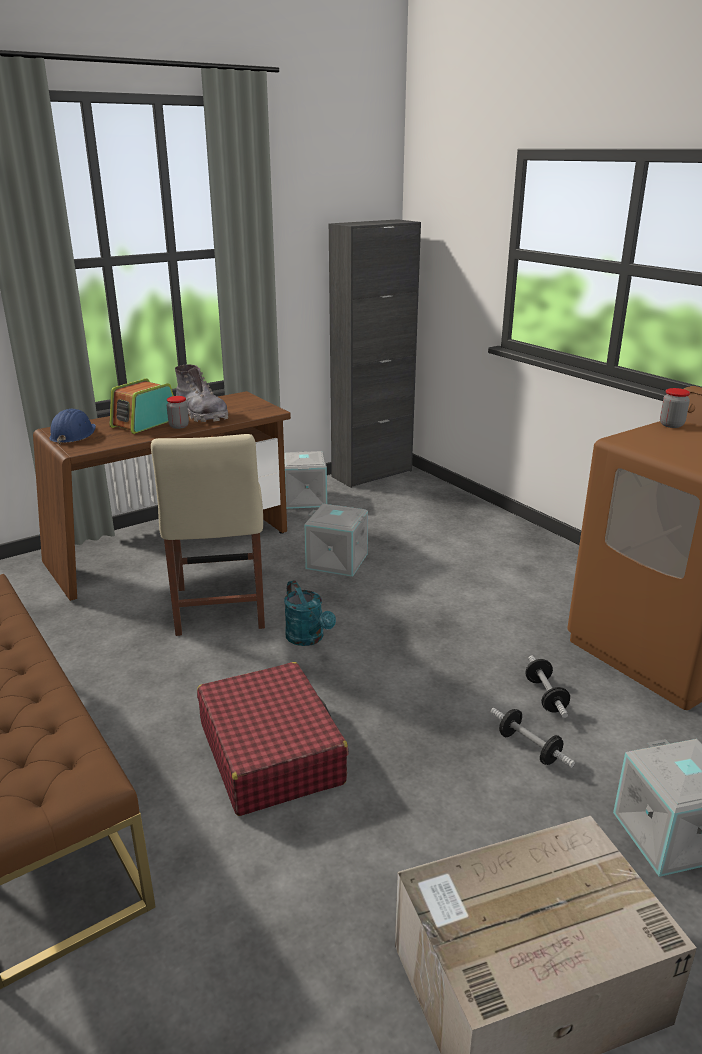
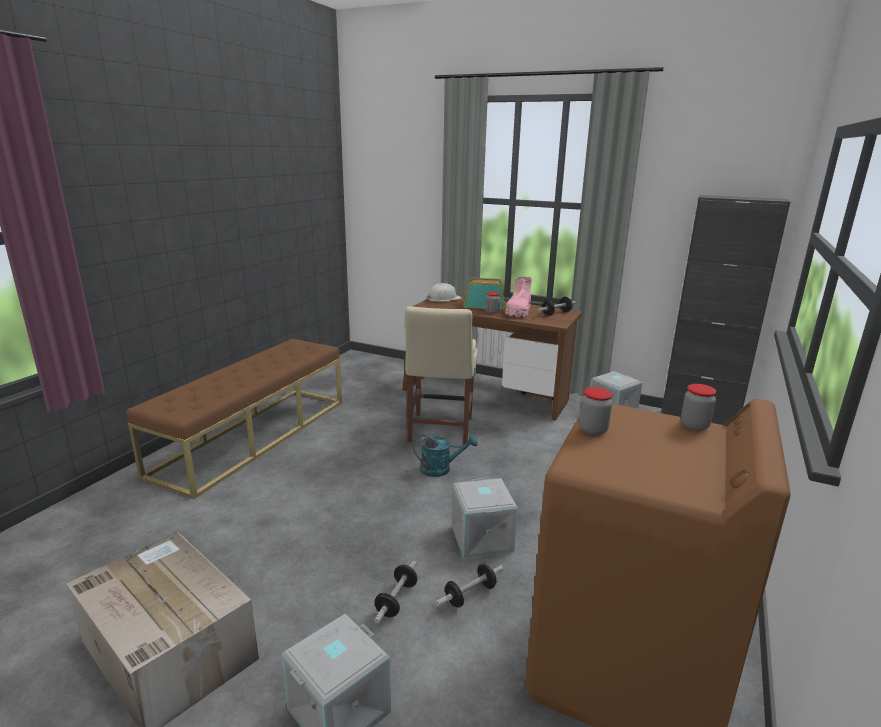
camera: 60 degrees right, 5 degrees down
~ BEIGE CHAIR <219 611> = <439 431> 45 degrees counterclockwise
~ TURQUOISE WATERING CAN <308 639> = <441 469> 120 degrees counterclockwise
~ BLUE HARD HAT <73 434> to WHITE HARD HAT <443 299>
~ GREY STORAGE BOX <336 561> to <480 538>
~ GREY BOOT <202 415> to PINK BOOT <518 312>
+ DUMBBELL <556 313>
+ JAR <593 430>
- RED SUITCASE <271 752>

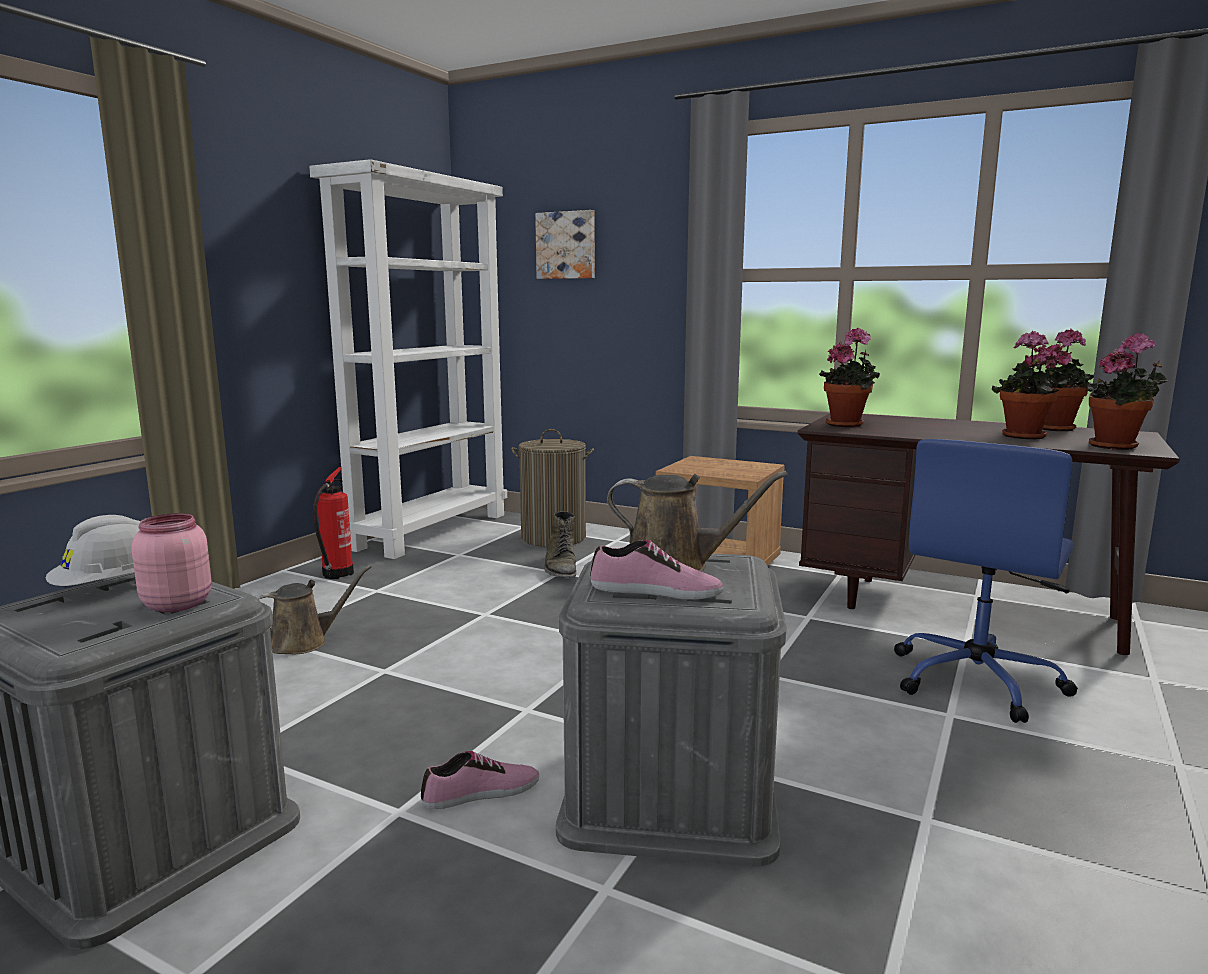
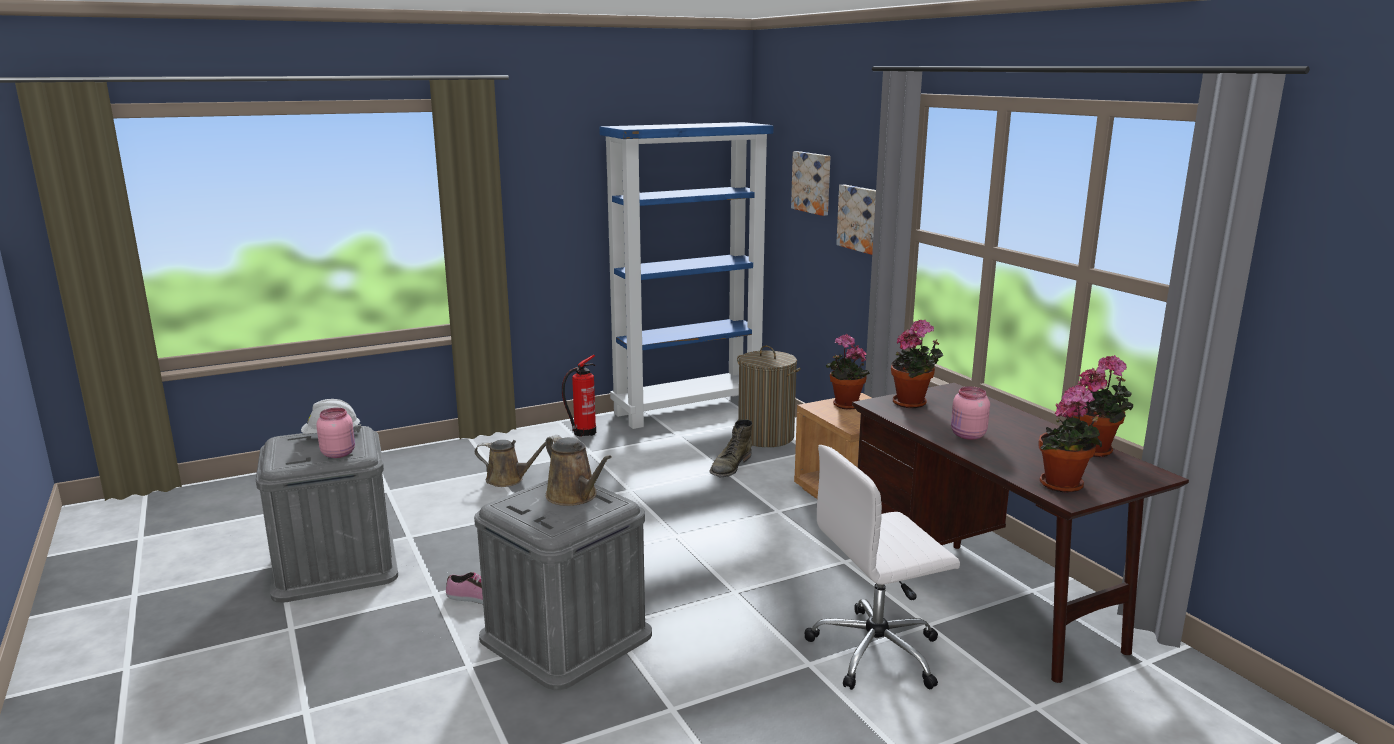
camera: 35 degrees right, 5 degrees up
~ WHITE BOOKCASE <431 531> to BLUE BOOKCASE <688 409>
~ BLUE OFFICE CHAIR <976 681> to WHITE OFFICE CHAIR <878 651>
~ POTTED PLANT <1022 437> to <844 405>
+ PICTURE <861 218>
+ PINK JAR <967 435>
- SHOE <655 591>

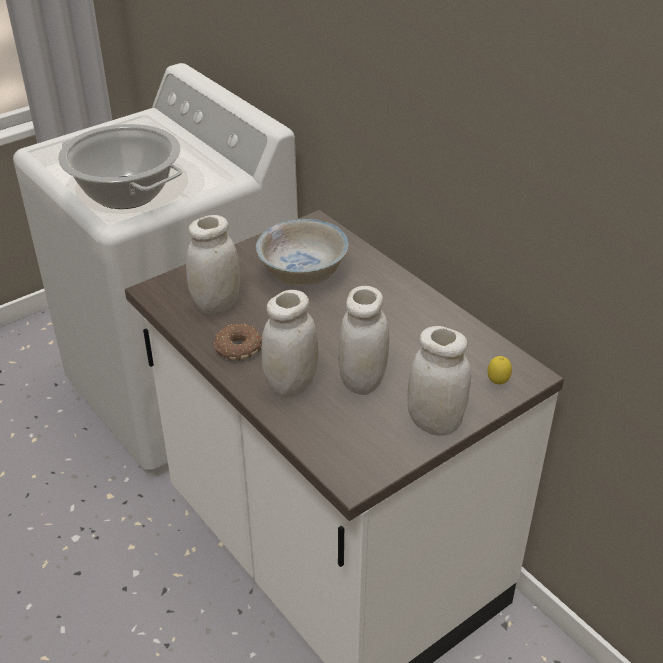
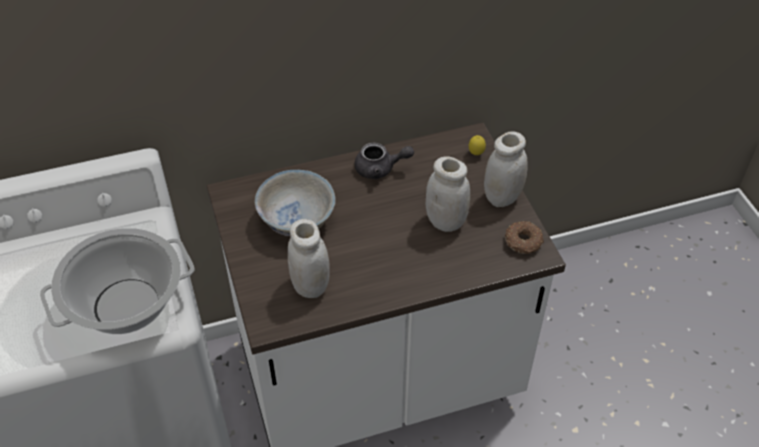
camera: 70 degrees left, 10 degrees up
+ GREY TEAPOT <380 169>
~ DONUT <237 348> to <523 242>
- WHITE JAR <291 385>

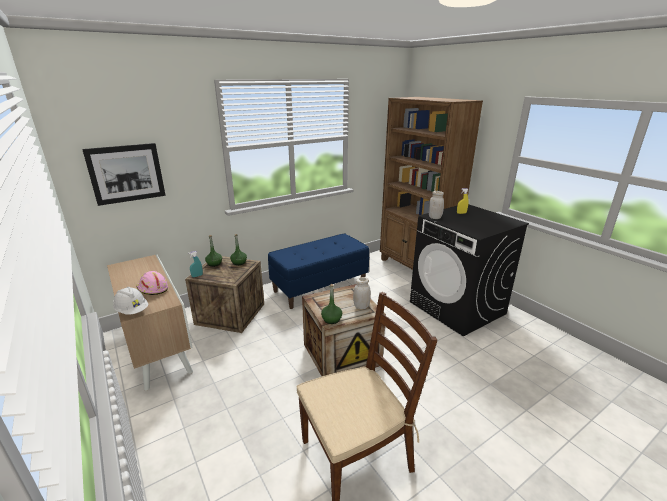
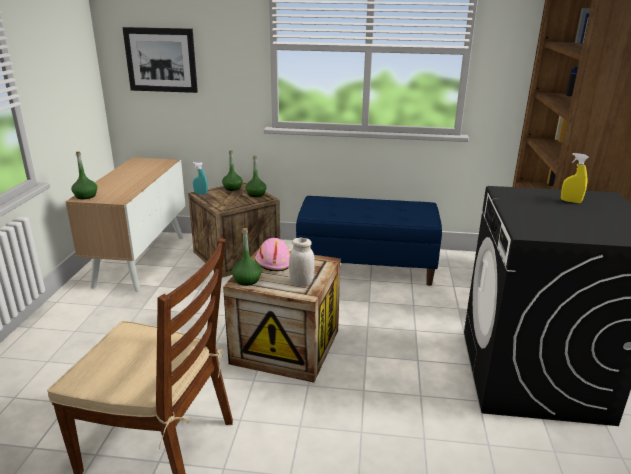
camera: 40 degrees right, 0 degrees up
~ WHITE HARD HAT <132 311> to GREEN BOTTLE <86 196>
~ PINK HARD HAT <152 289> to <272 262>
- WHITE JAR <435 217>

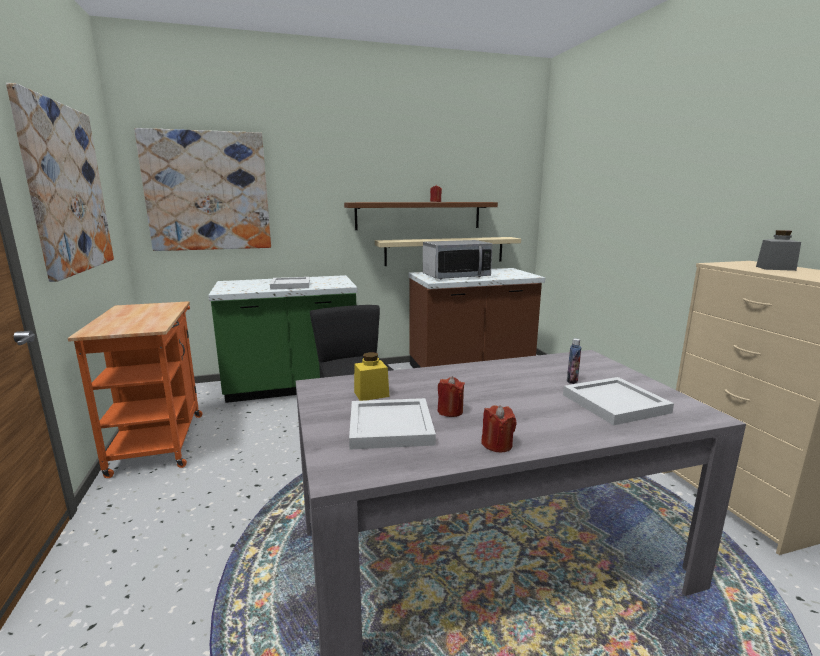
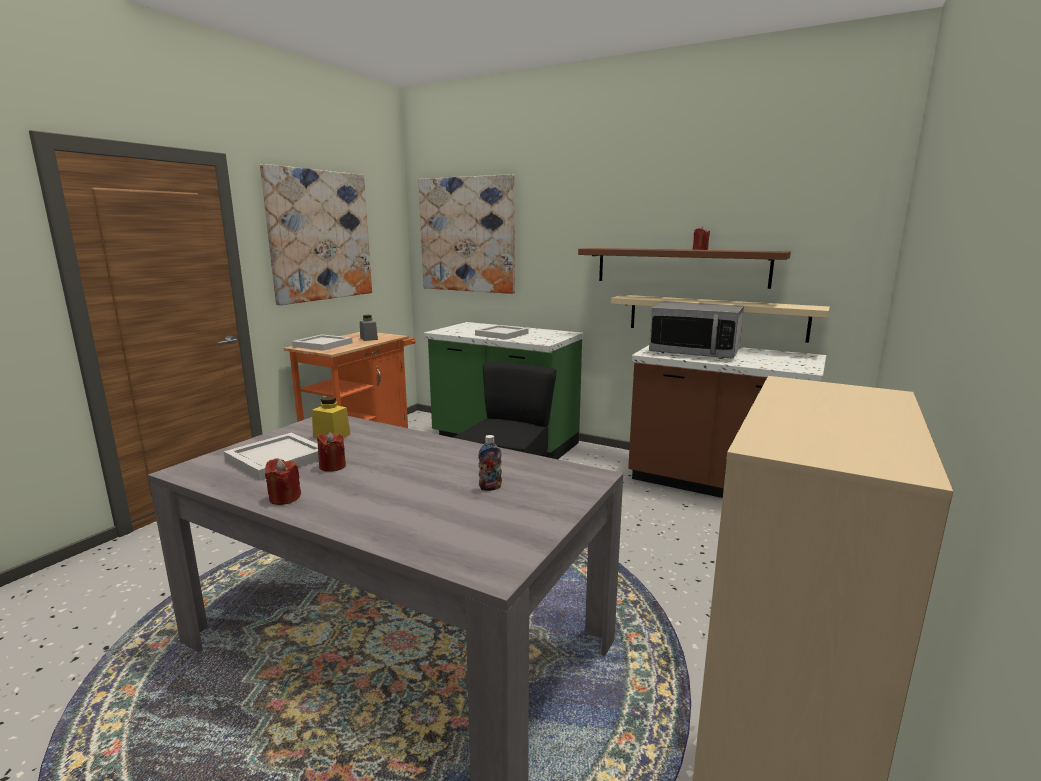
camera: 45 degrees right, 0 degrees up
~ WHITE TRAY <613 403> to <323 344>
~ GREY JAR <775 268> to <369 339>

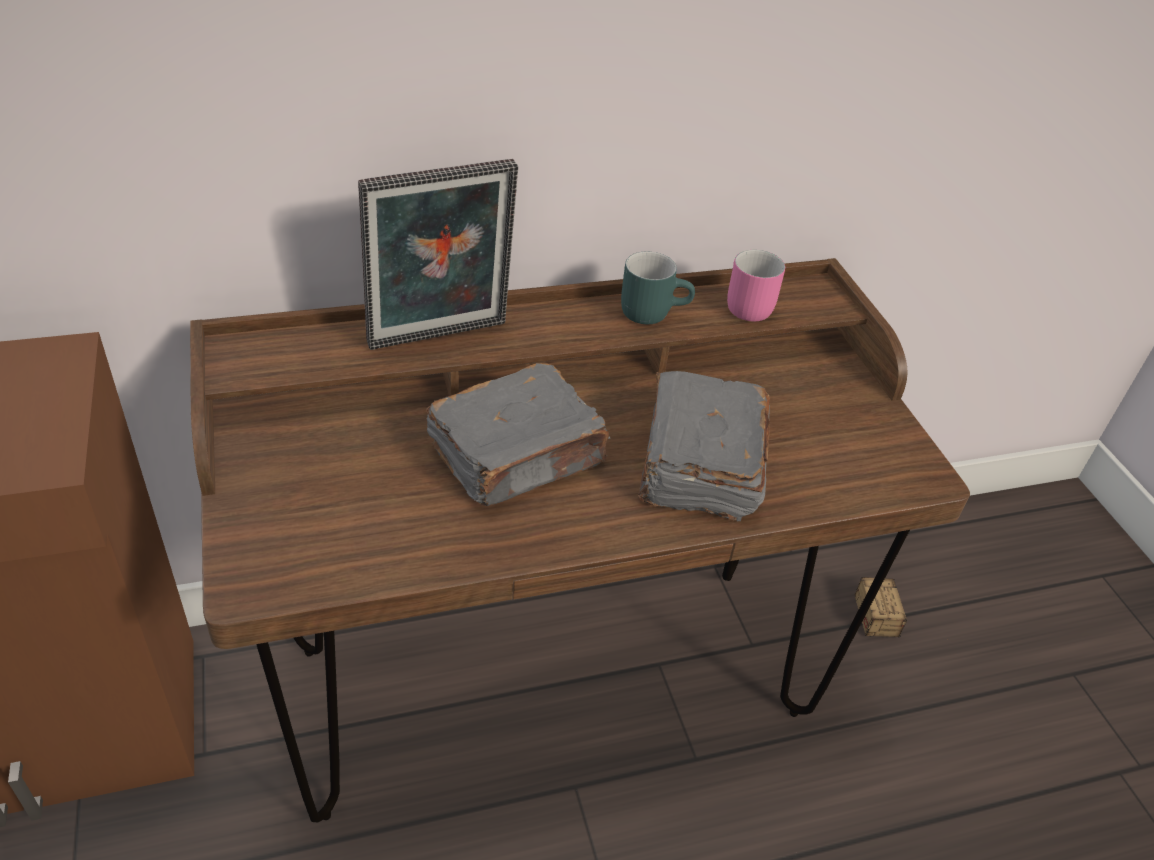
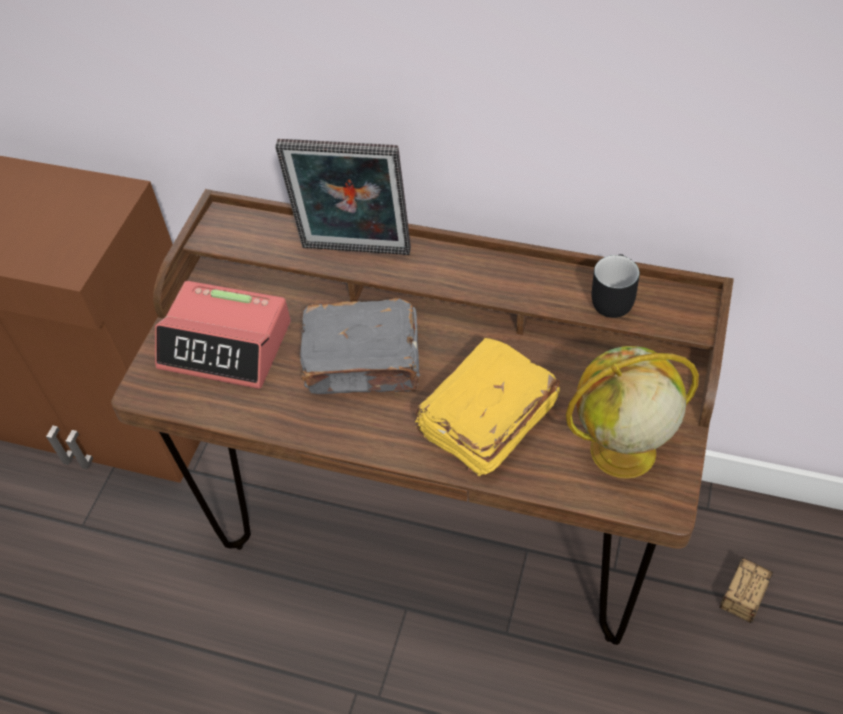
camera: 40 degrees right, 10 degrees up
+ ALARM CLOCK <226 345>
~ GREY BOOK <698 466> to YELLOW BOOK <485 420>
+ GLOBE <621 451>
~ PINK MUG <742 305> to BLACK MUG <610 297>
- TURQUOISE MUG <652 311>

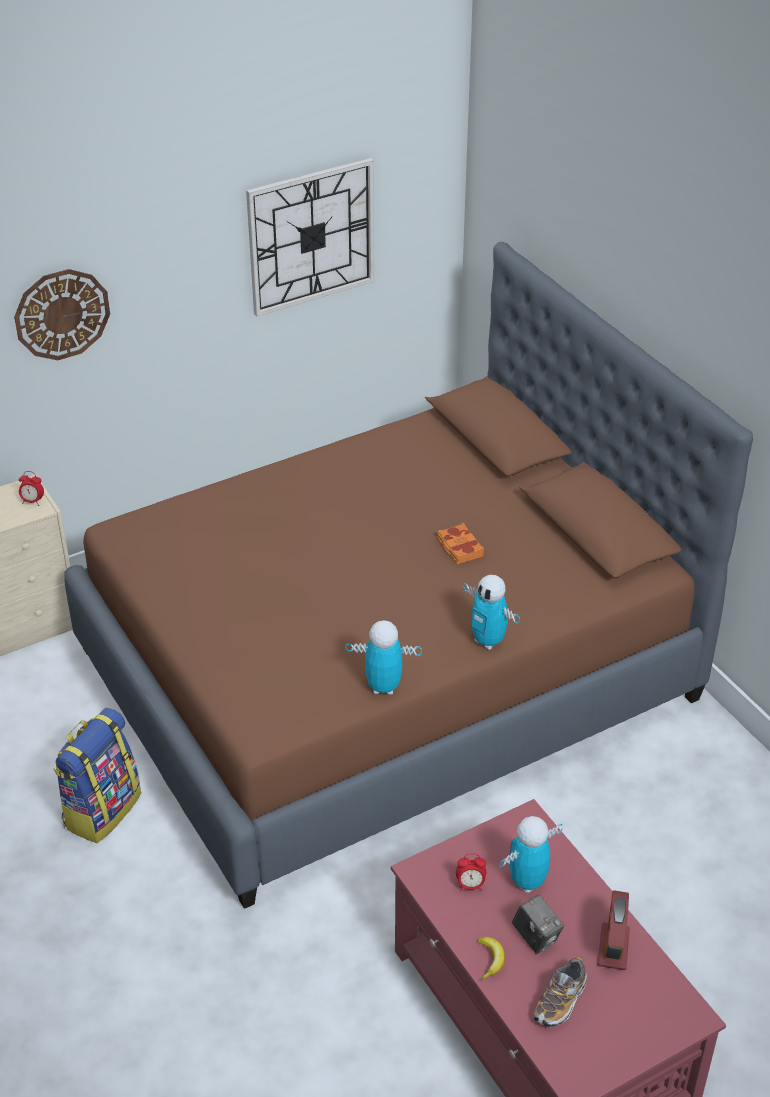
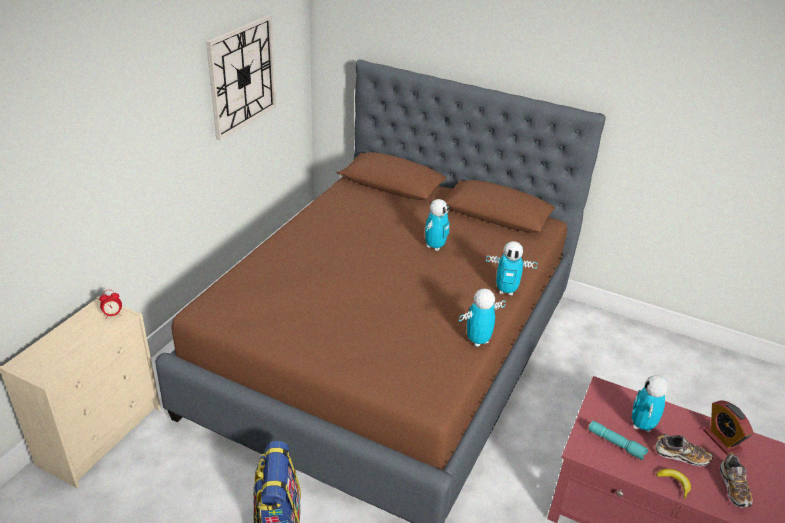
camera: 35 degrees left, 5 degrees down
~ ORANGE BOOK <459 548> to TOY ROBOT <435 246>
~ ALARM CLOCK <470 885> to TURQUOISE FLASHLIGHT <616 443>
~ PHOTO CAMERA <536 937> to SHOE <681 456>
- WALL CLOCK <62 314>

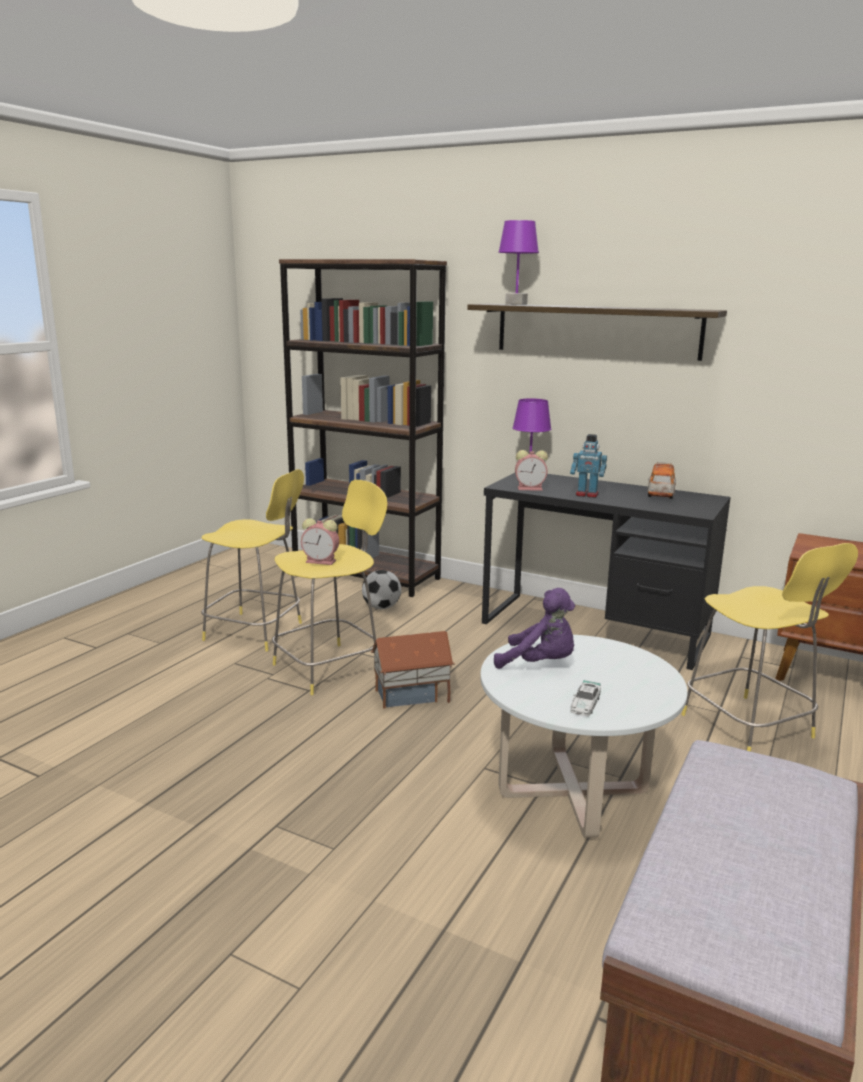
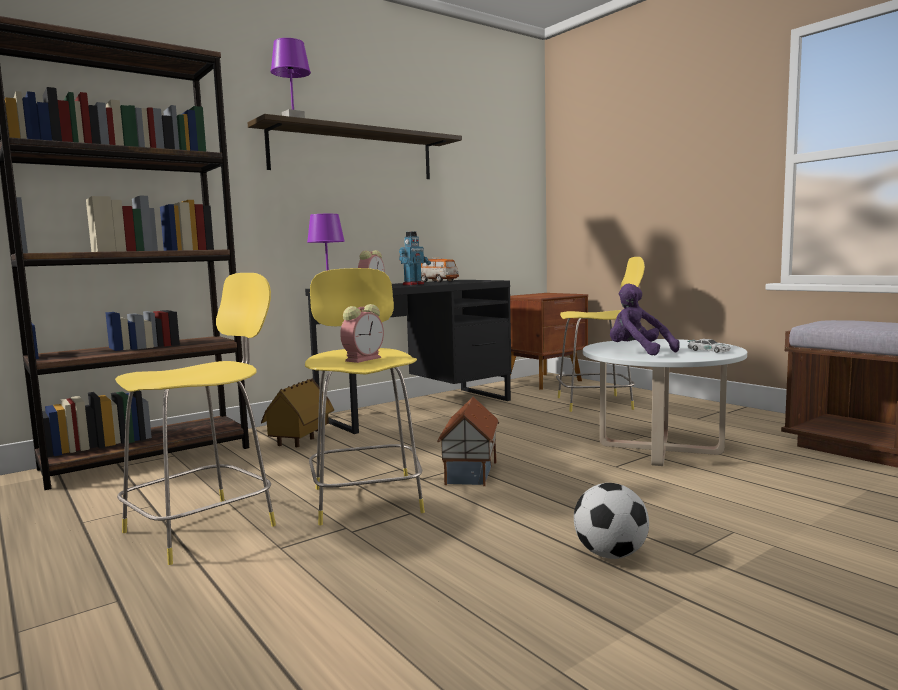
camera: 65 degrees left, 10 degrees down
+ TOY HOUSE <300 441>
~ FOOTBALL <381 607> to <610 554>
~ PURPLE PLUSH TOY <540 664> = <637 352> 90 degrees counterclockwise

